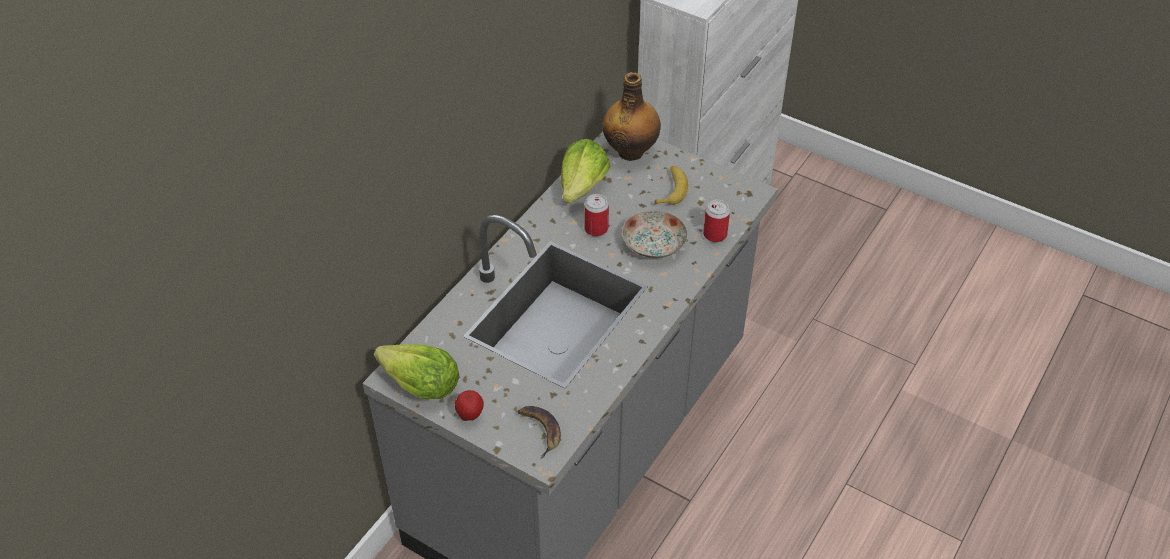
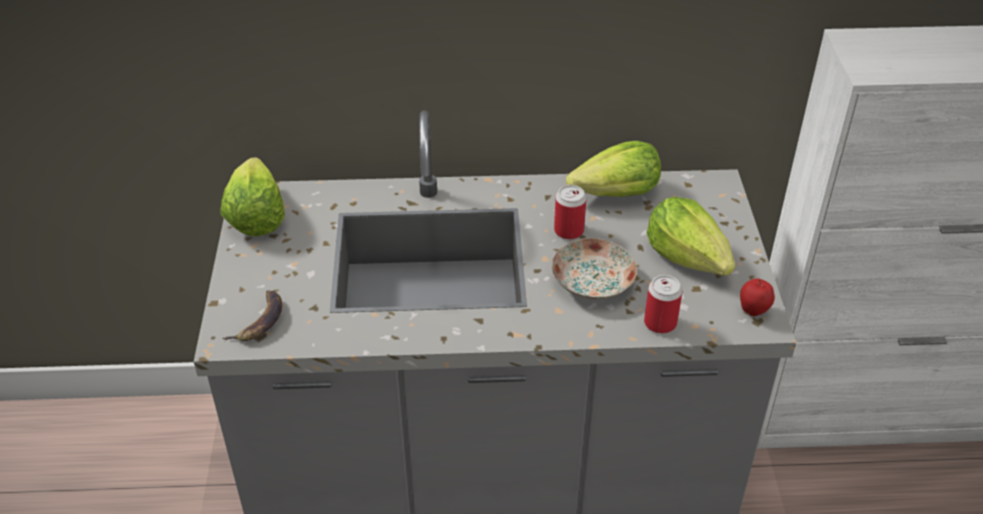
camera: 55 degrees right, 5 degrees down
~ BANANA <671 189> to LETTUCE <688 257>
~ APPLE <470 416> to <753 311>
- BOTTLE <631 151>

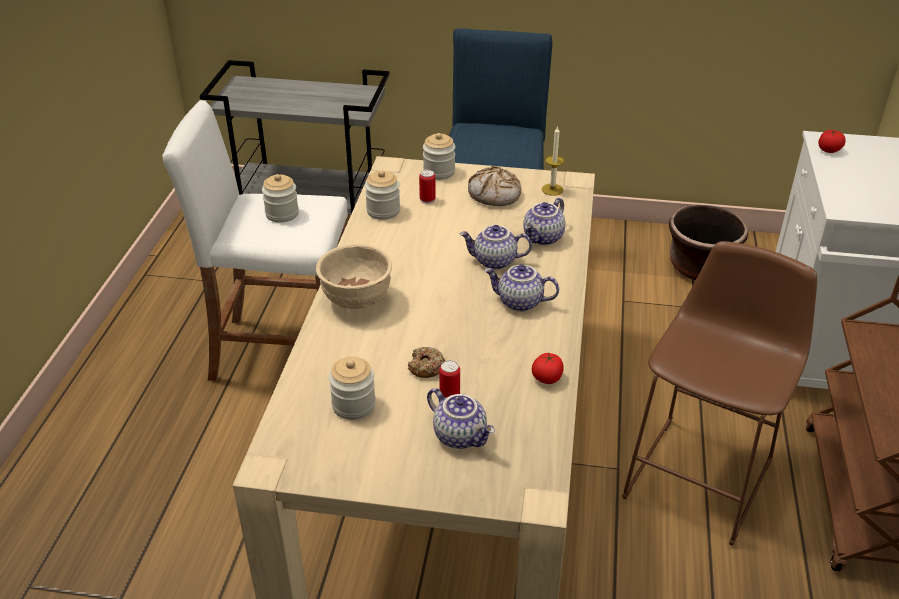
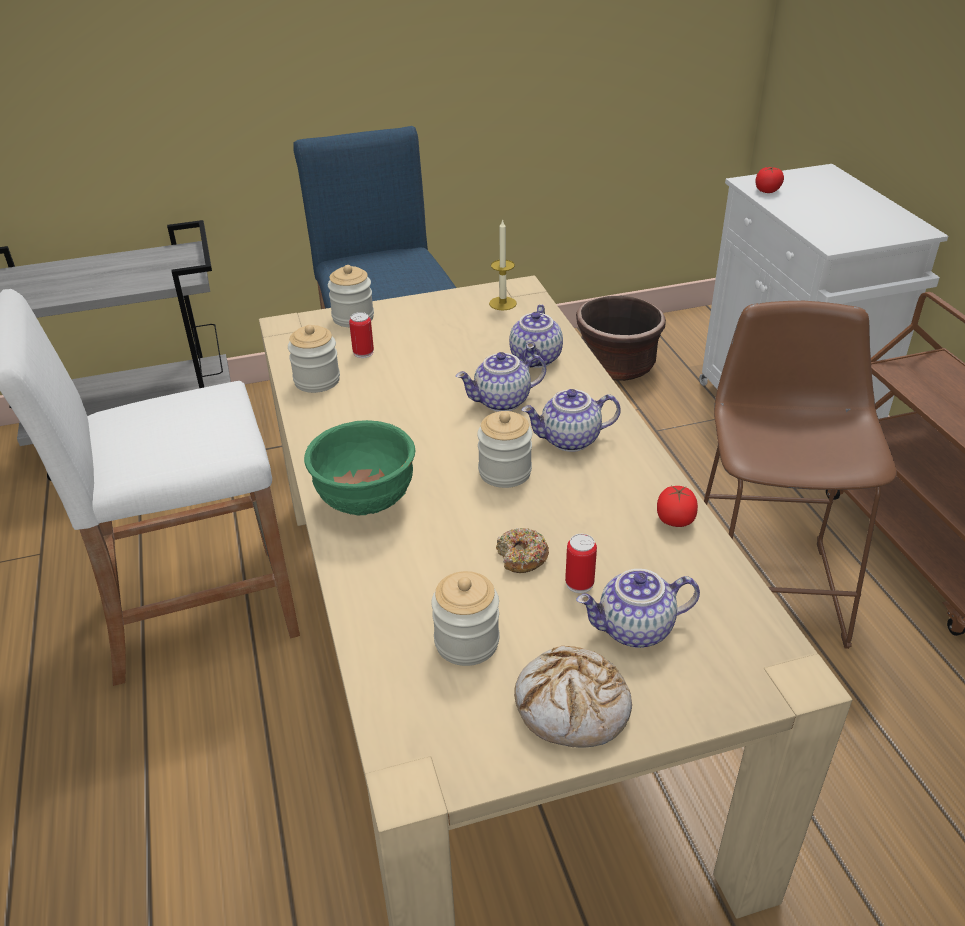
camera: 25 degrees left, 0 degrees up
~ BEIGE BOWL <356 300> to GREEN BOWL <365 501>
~ JAR <282 214> to <505 472>
~ BREAD <494 194> to <573 707>
~ TEAPOT <461 436> = <635 630> 150 degrees clockwise

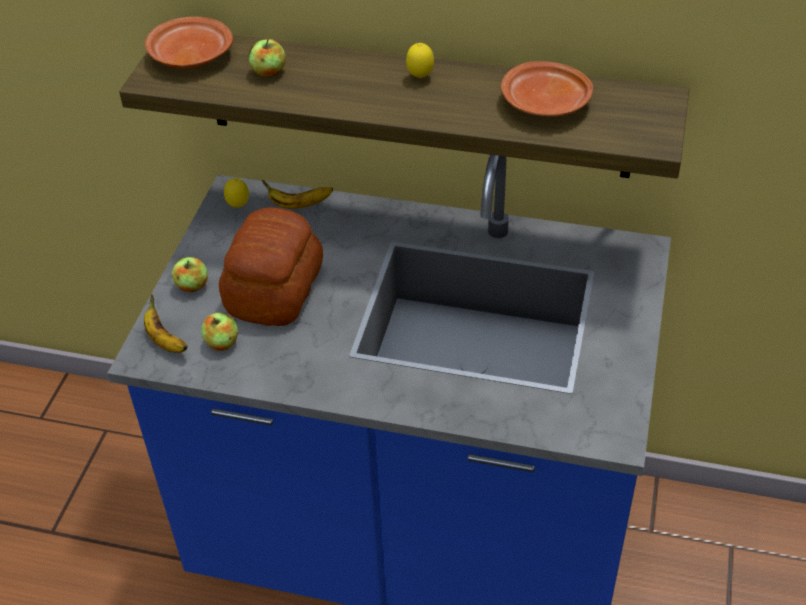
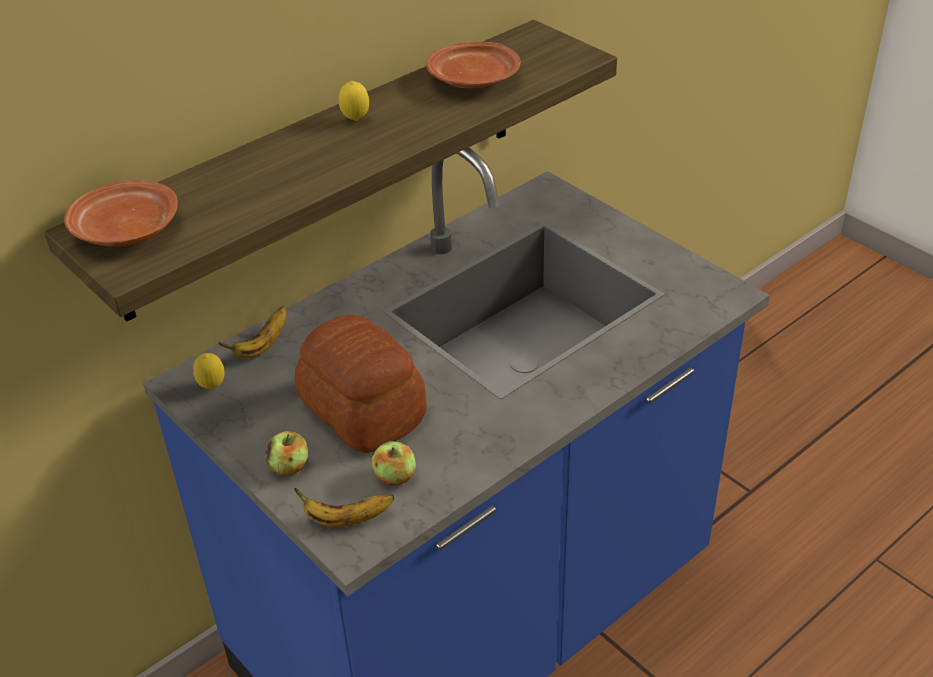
camera: 55 degrees left, 5 degrees down
- APPLE <268 72>

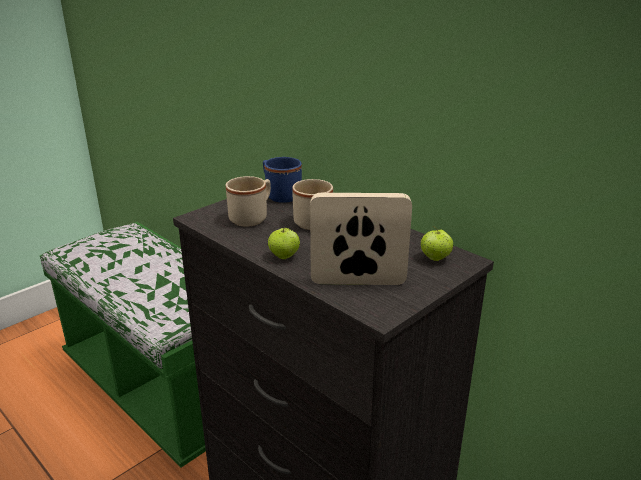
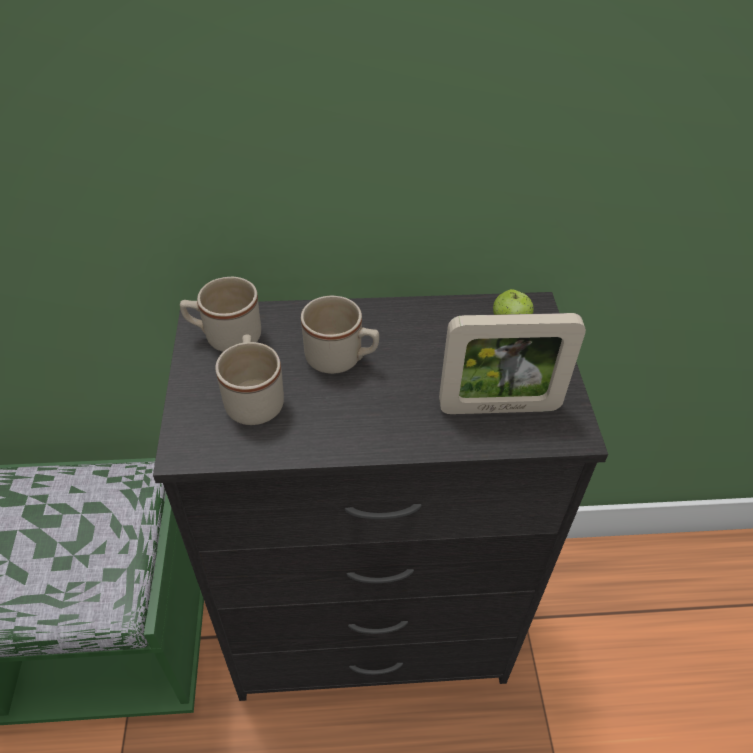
camera: 50 degrees left, 20 degrees up
~ BLUE MUG <280 195> to BEIGE MUG <225 337>
~ PICTURE FRAME <358 282> = <499 407> 135 degrees counterclockwise
- APPLE <284 256>

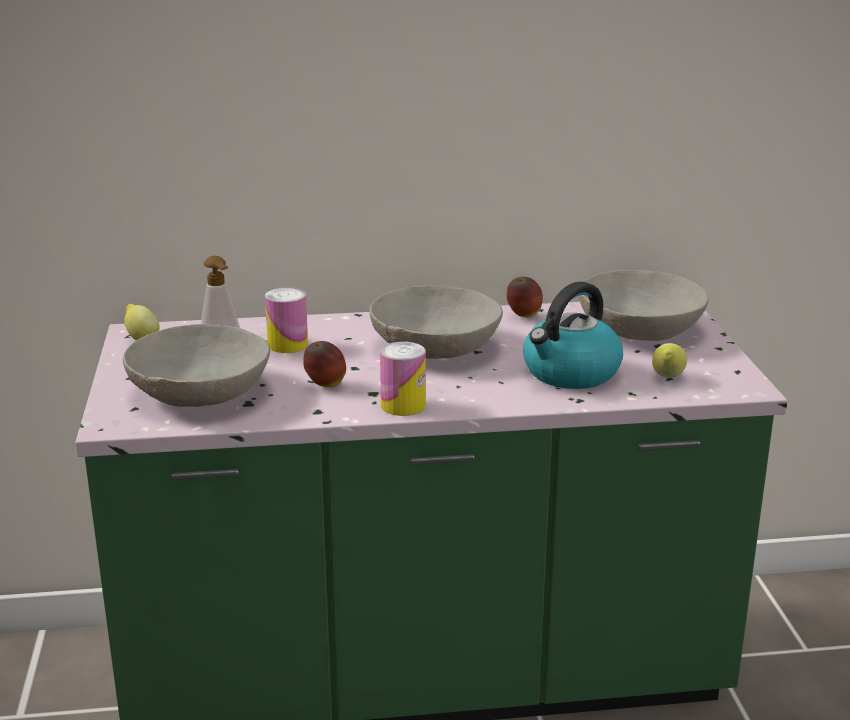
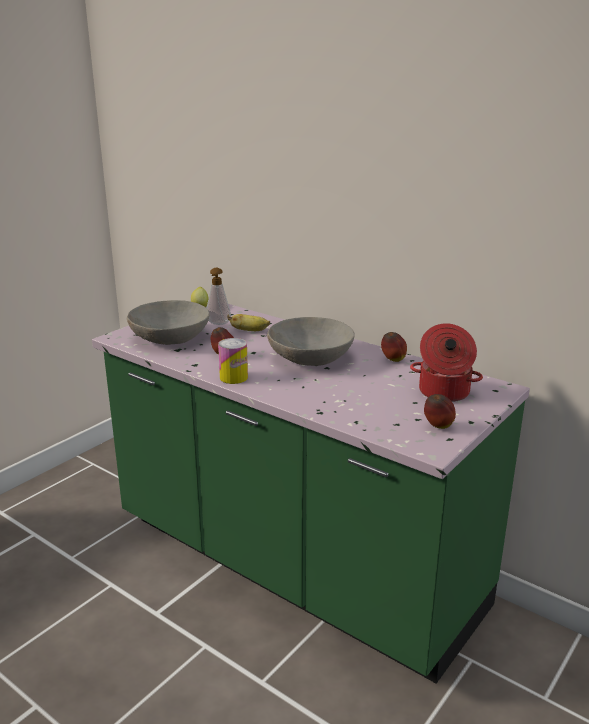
camera: 45 degrees right, 0 degrees up
~ CAN <287 344> to BANANA <250 331>
~ GREY BOWL <640 330> to COOKING POT <443 393>
+ APPLE <438 427>
- KETTLE <570 373>
- LEMON <667 378>

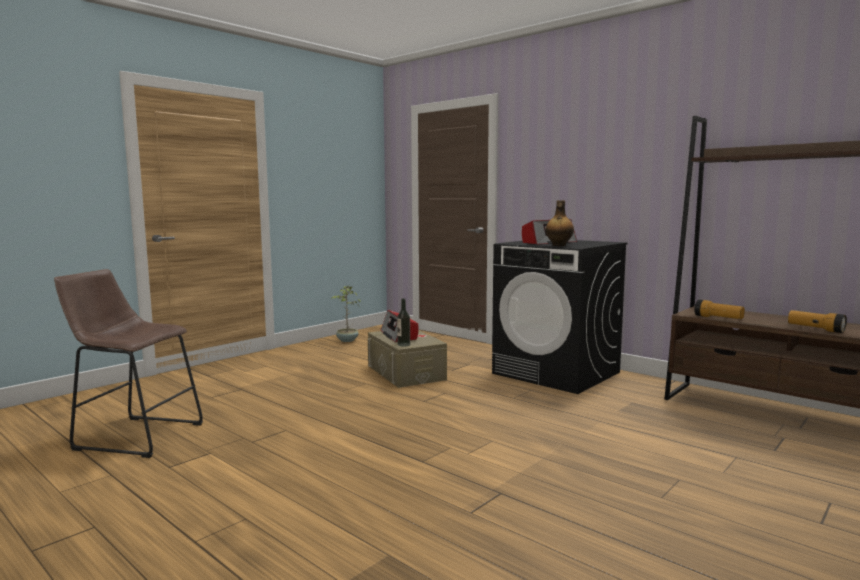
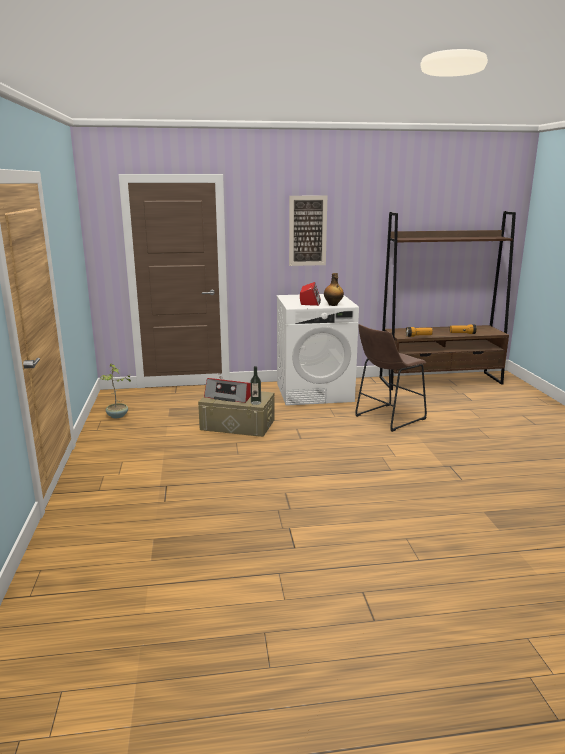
camera: 50 degrees left, 10 degrees up
~ BLACK WASHING MACHINE <557 373> to WHITE WASHING MACHINE <314 392>
+ PICTURE <307 231>
~ BROWN STOOL <134 435> to <387 418>

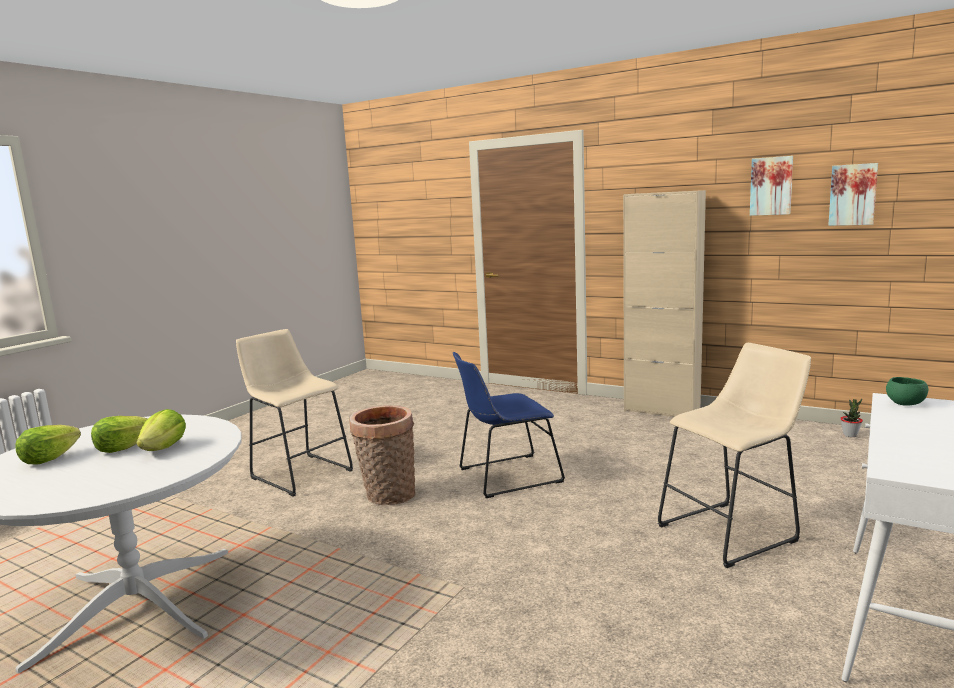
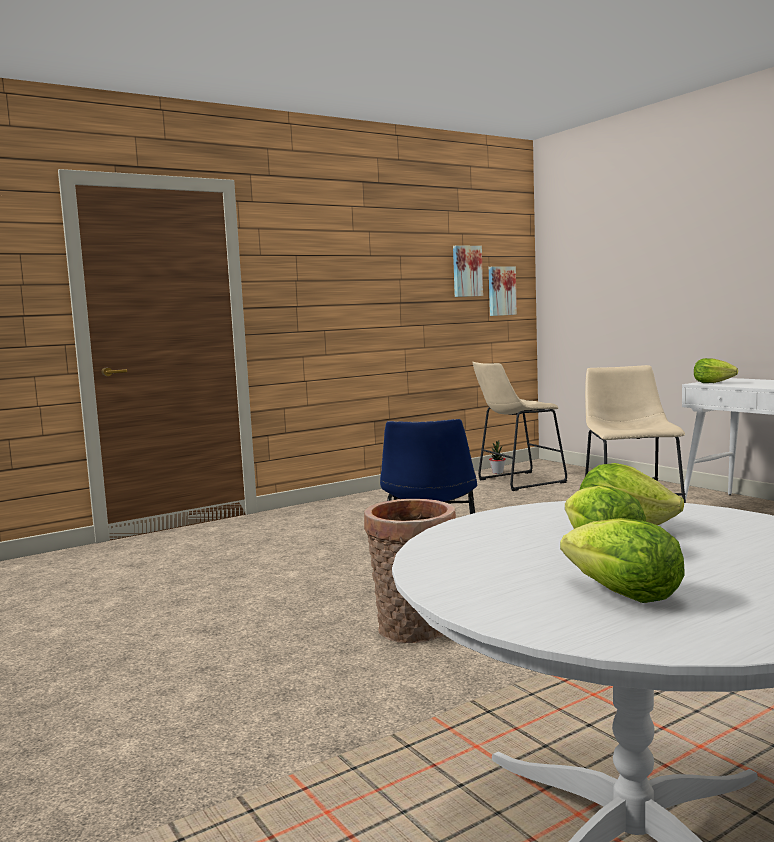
camera: 65 degrees left, 5 degrees down
~ BEIGE STOOL <299 472> to <517 481>
~ PICTURE <771 186> to <501 291>
~ GREEN BOWL <905 404> to LETTUCE <712 383>
- BEIGE CABINET <661 410>

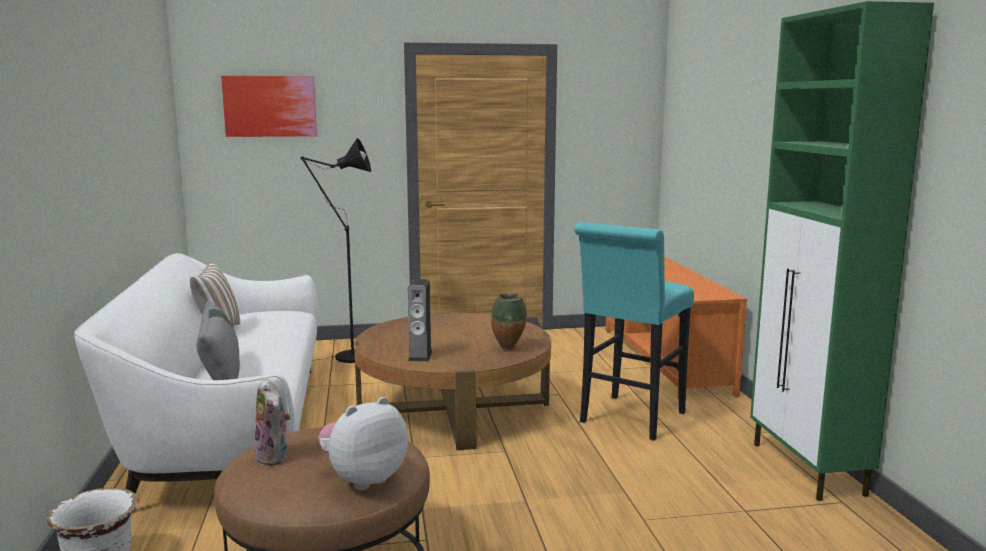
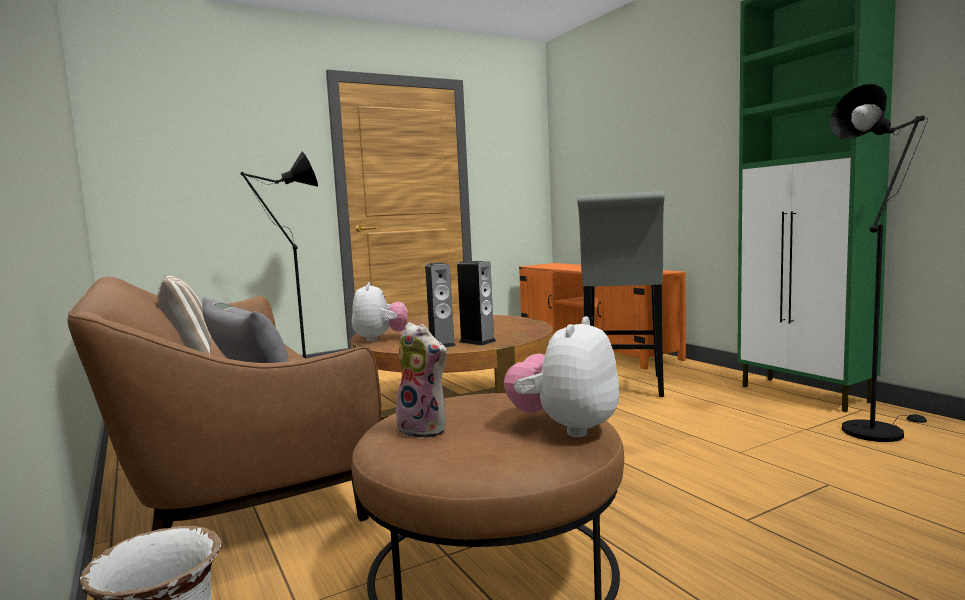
camera: 20 degrees left, 5 degrees down
~ WHITE SOFA <230 430> to BROWN SOFA <225 463>
+ PLUSH TOY <380 339>
+ SPEAKER <477 341>
~ TURQUOISE STOOL <629 420> to GREY STOOL <623 387>
+ BLACK FLOOR LAMP <877 429>
- PICTURE <270 106>
- VASE <509 349>

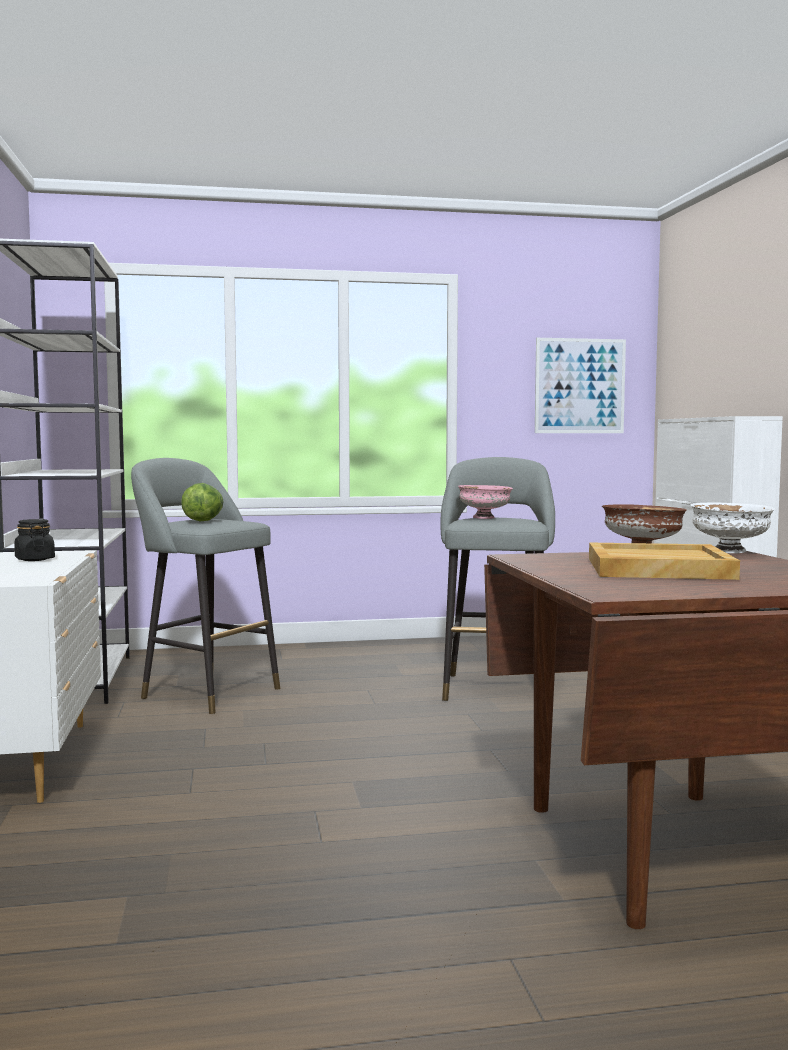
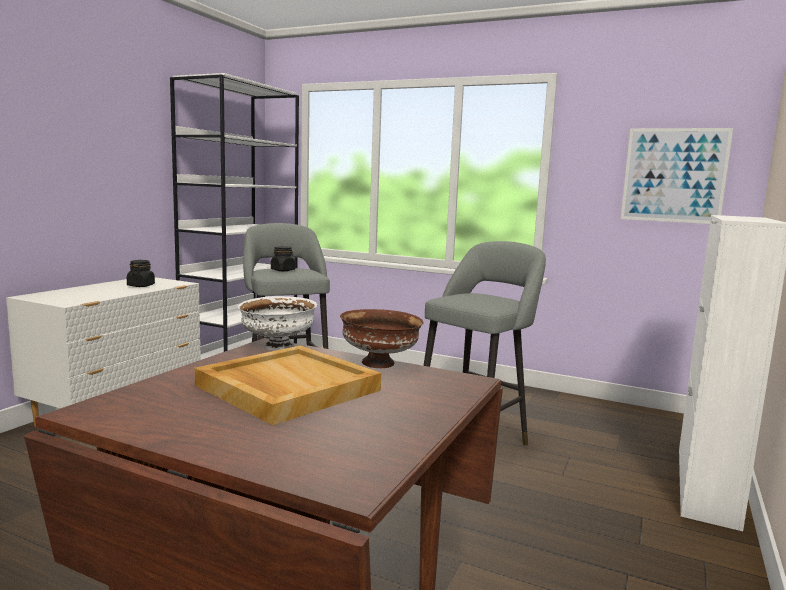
camera: 35 degrees right, 5 degrees up
~ WHITE BOWL <730 551> to <278 347>
~ LETTUCE <204 520> to BLACK JAR <283 270>
- PINK BOWL <485 517>

